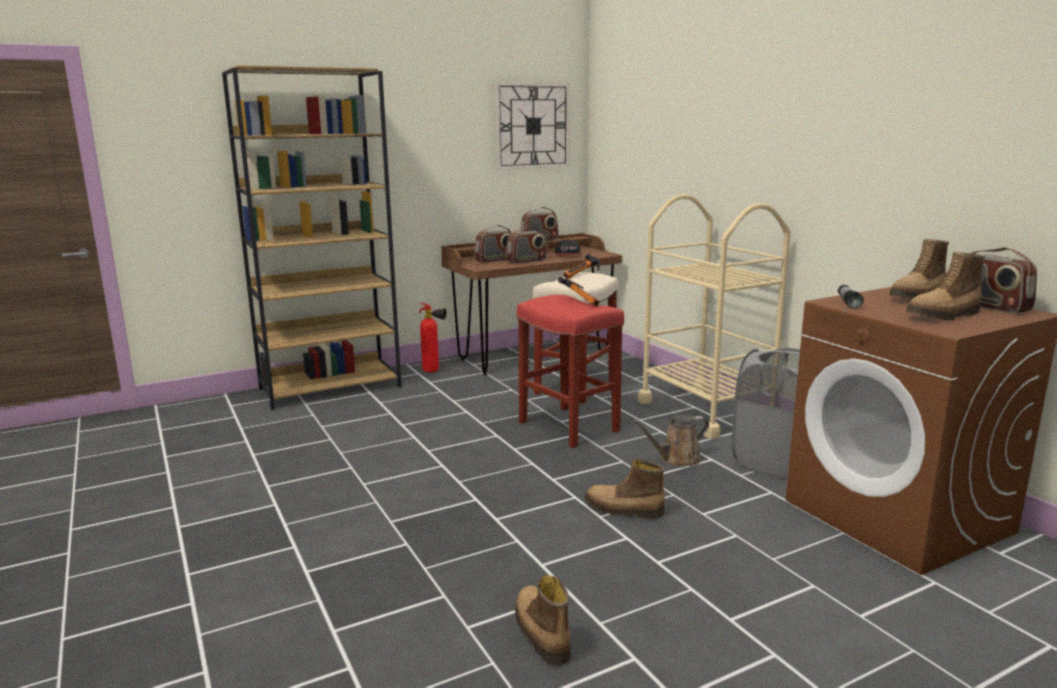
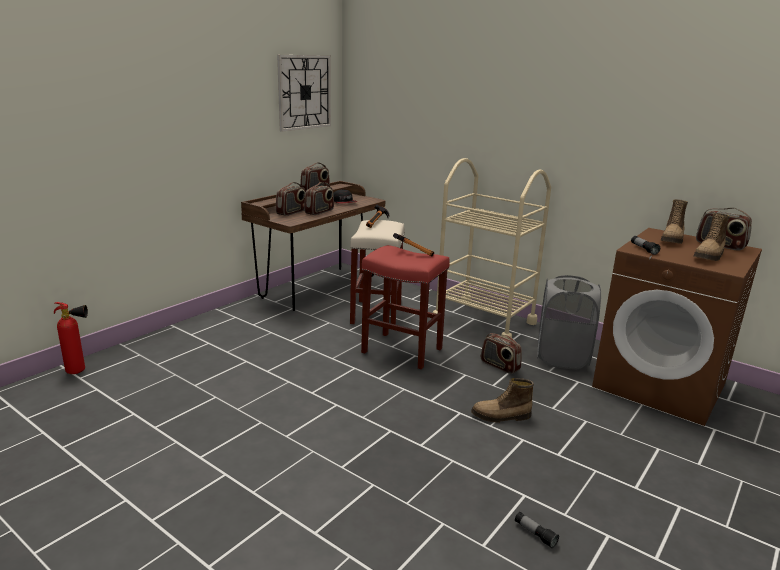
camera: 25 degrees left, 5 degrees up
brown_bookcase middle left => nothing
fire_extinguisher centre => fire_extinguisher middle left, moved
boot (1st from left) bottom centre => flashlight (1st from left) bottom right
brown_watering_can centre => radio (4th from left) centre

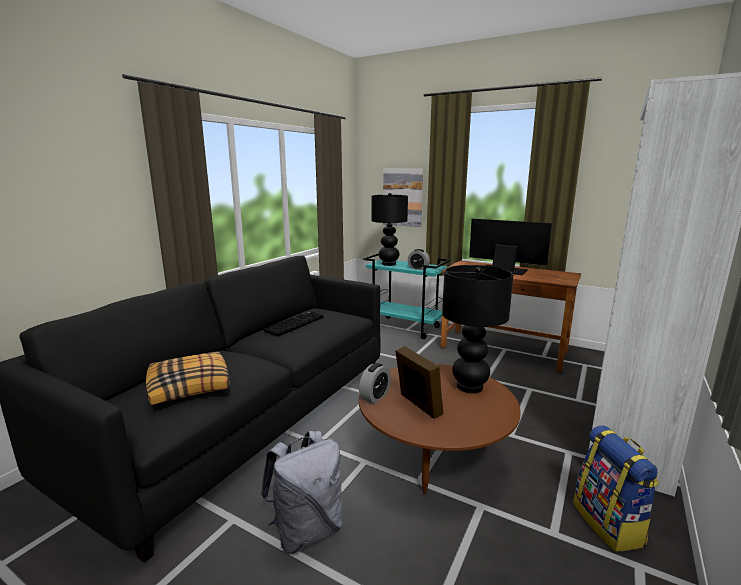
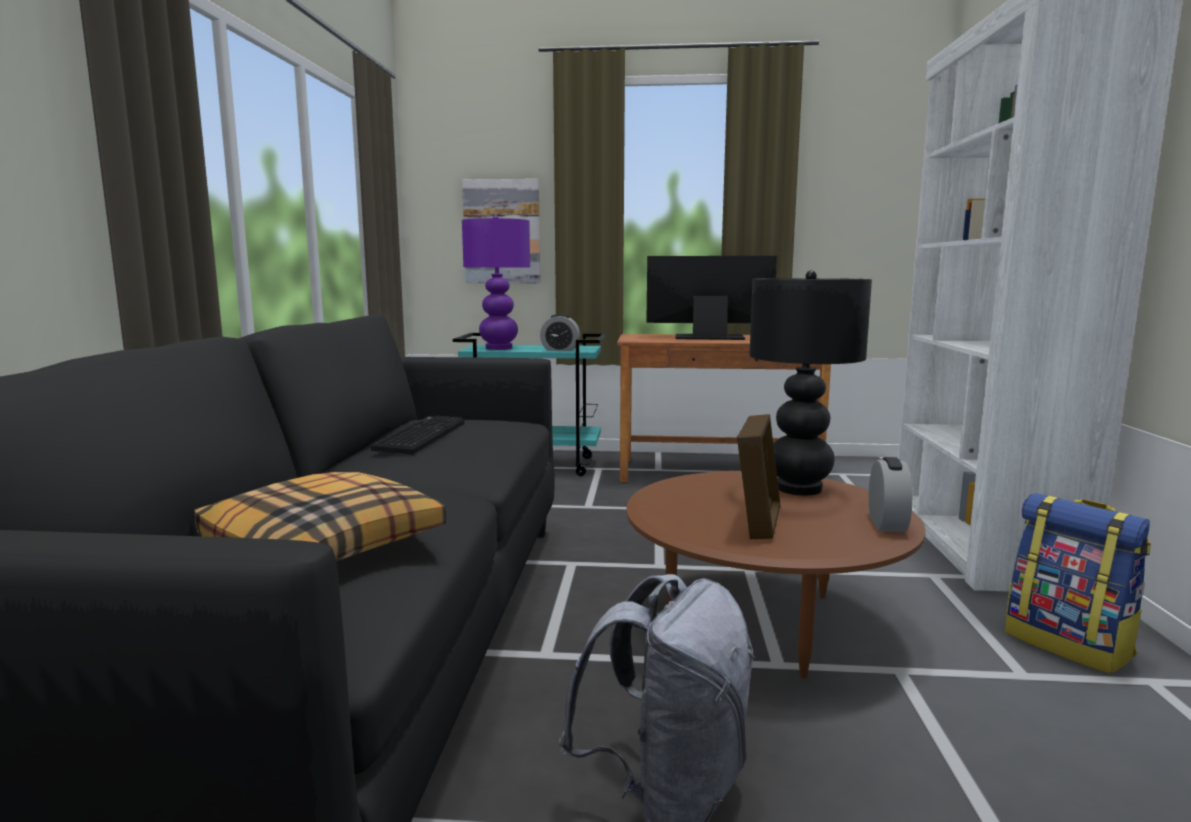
camera: 25 degrees left, 5 degrees down
alarm_clock (1st from left in the first image) centre => alarm_clock (2nd from left) middle right, moved
black_table_lamp (1st from left) centre => purple_table_lamp centre
picture_frame centre, 75 degrees clockwise

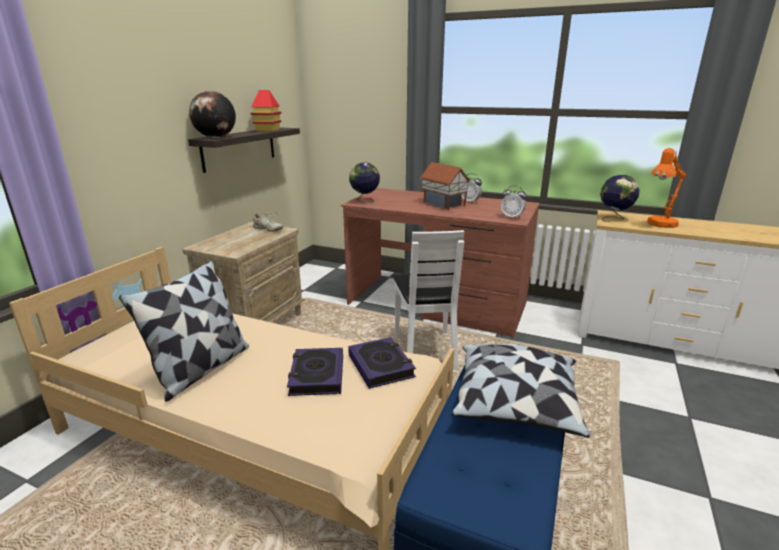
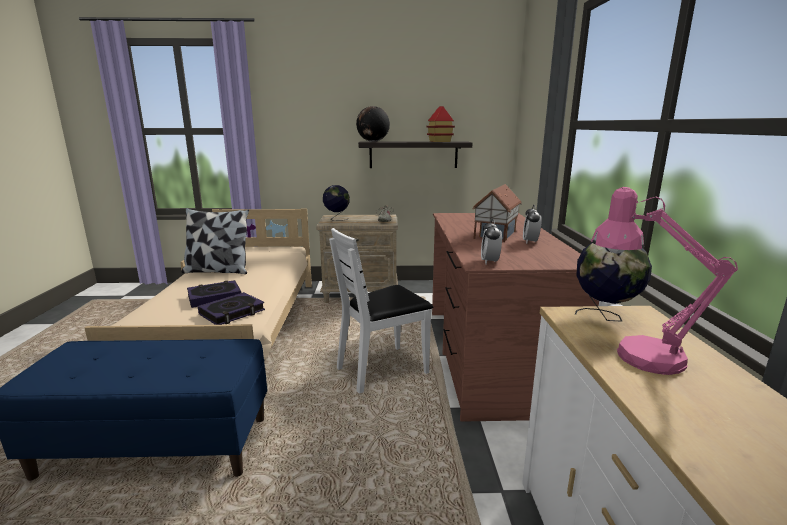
camera: 65 degrees right, 5 degrees down
pillow (2nd from left) bottom right => nothing
globe (2nd from left in the first image) top centre => globe (1st from left) centre, moved
orange_table_lamp middle right => pink_table_lamp middle right

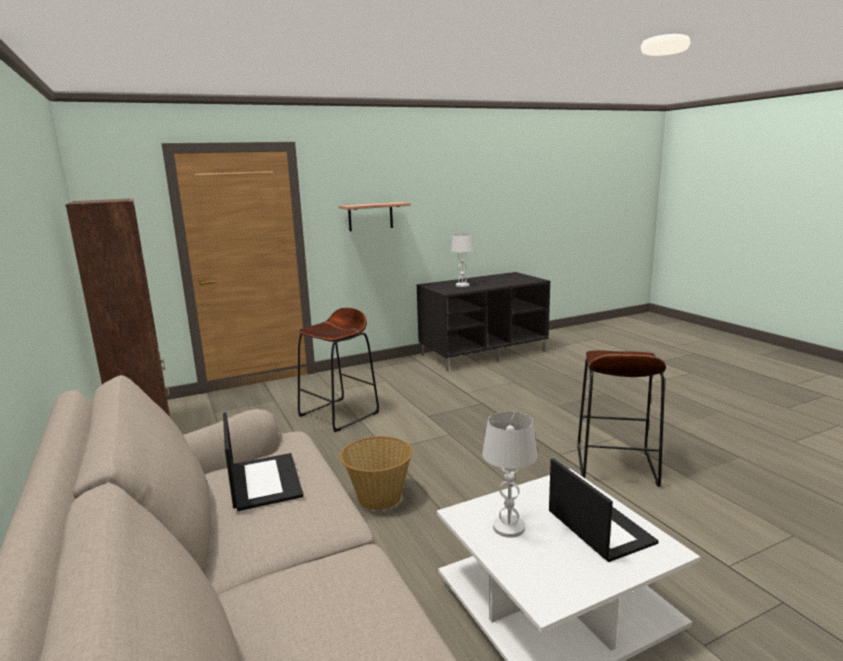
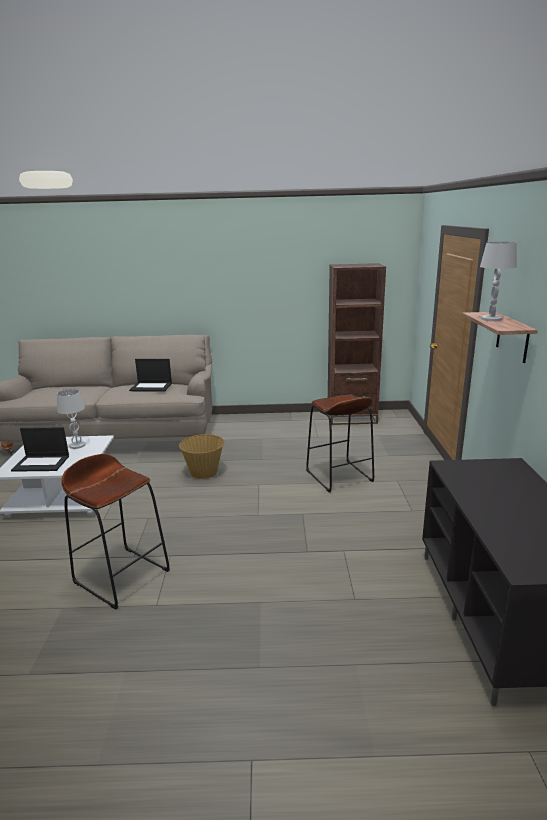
camera: 115 degrees right, 5 degrees up
white_table_lamp (1st from left in the first image) centre => white_table_lamp (2nd from left) middle right, moved

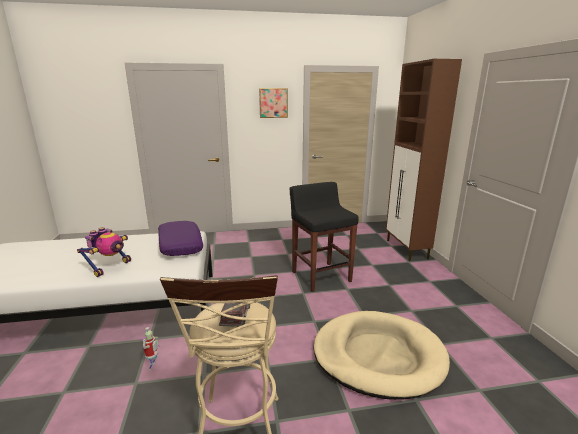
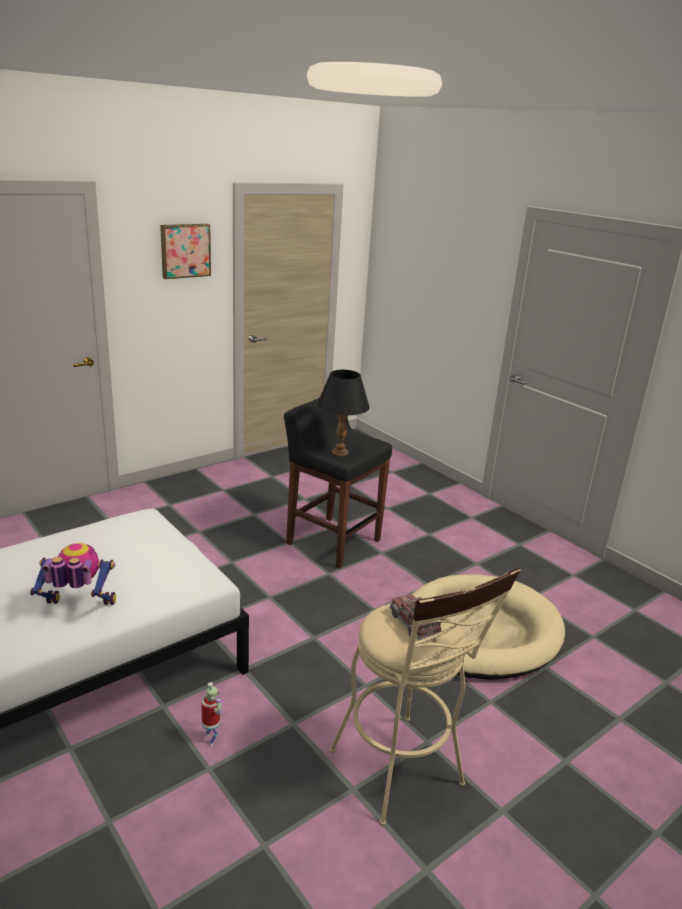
camera: 30 degrees left, 5 degrees up
purple_pillow middle left => nothing
brown_cabinet middle right => nothing
nothing => black_table_lamp centre
toy_robot (1st from left) middle left, 90 degrees counterclockwise

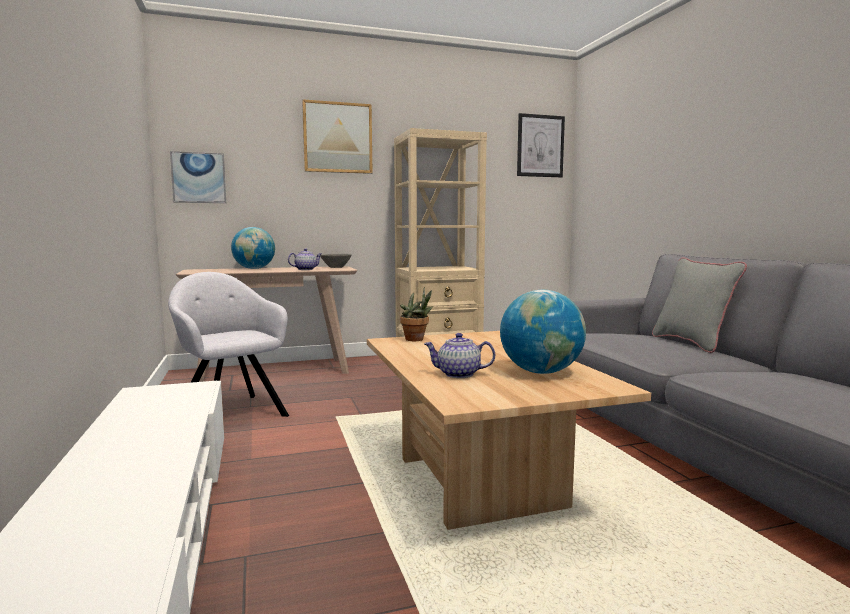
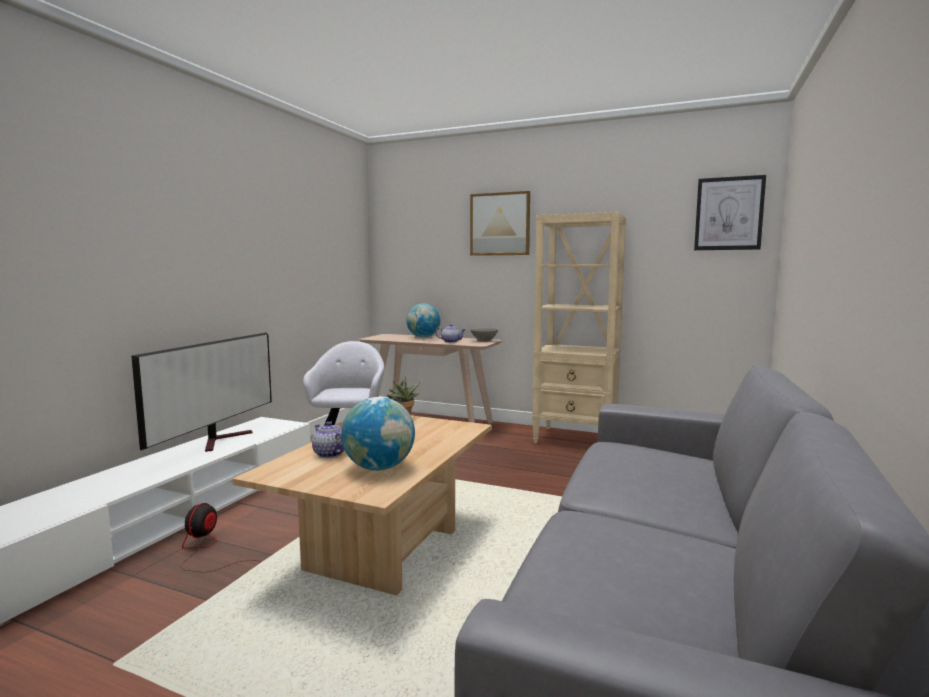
camera: 40 degrees right, 0 degrees up
picture (1st from left) top left => nothing
grey_pillow middle right => nothing
nothing => television middle left
nothing => fan bottom left

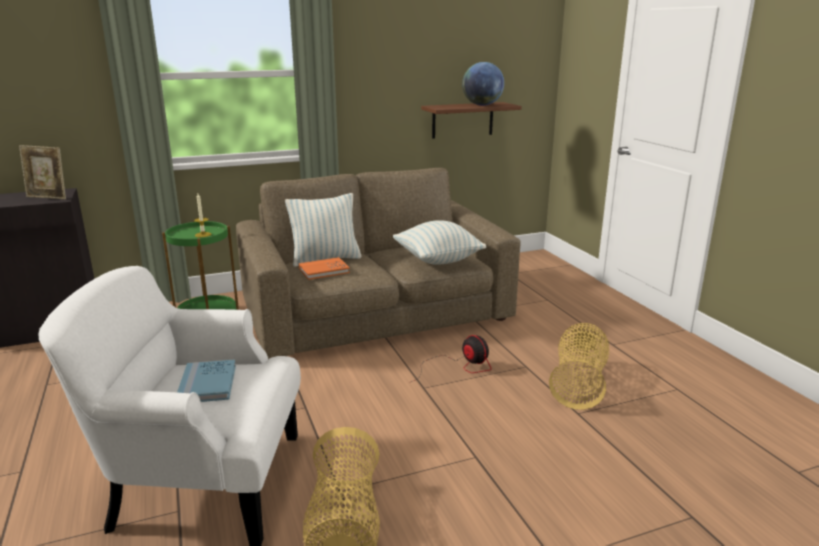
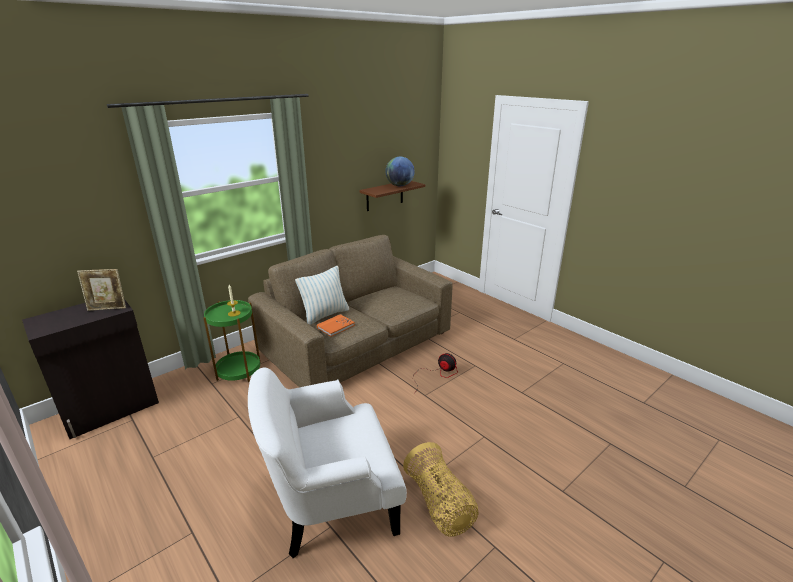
camera: 20 degrees left, 5 degrees up
blue_book bottom left => nothing
pillow (2nd from left) centre => nothing
basket (2nd from left) bottom right => nothing

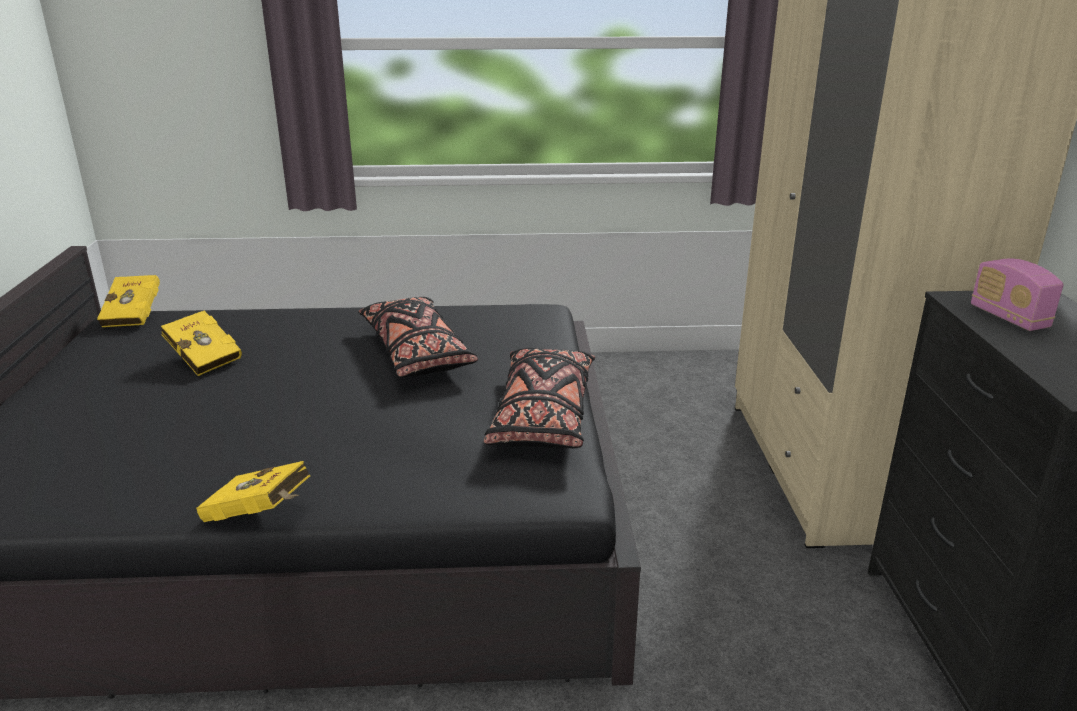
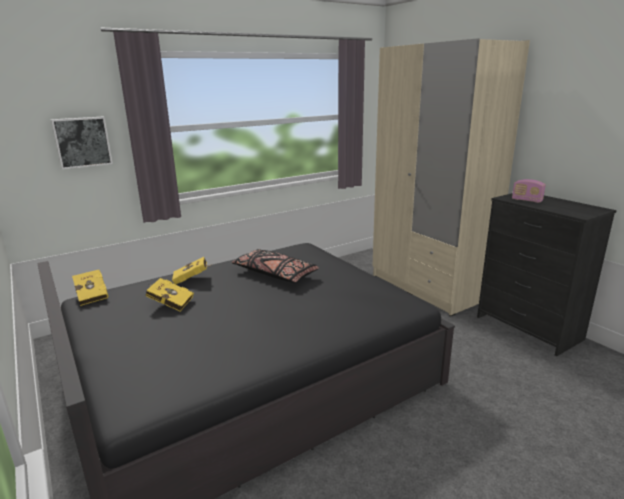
camera: 30 degrees left, 5 degrees down
black_pillow (2nd from left) centre => nothing
nothing => picture top left
yellow_book (3rd from left) bottom left => yellow_book (3rd from left) middle left, moved

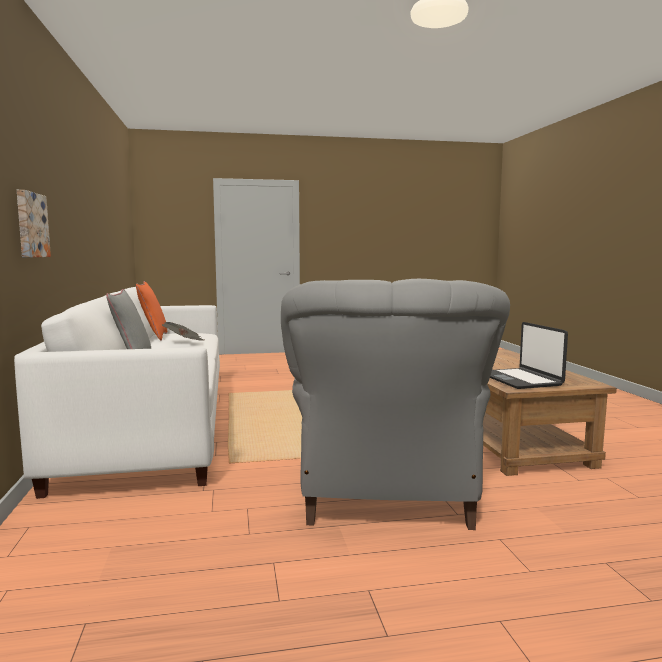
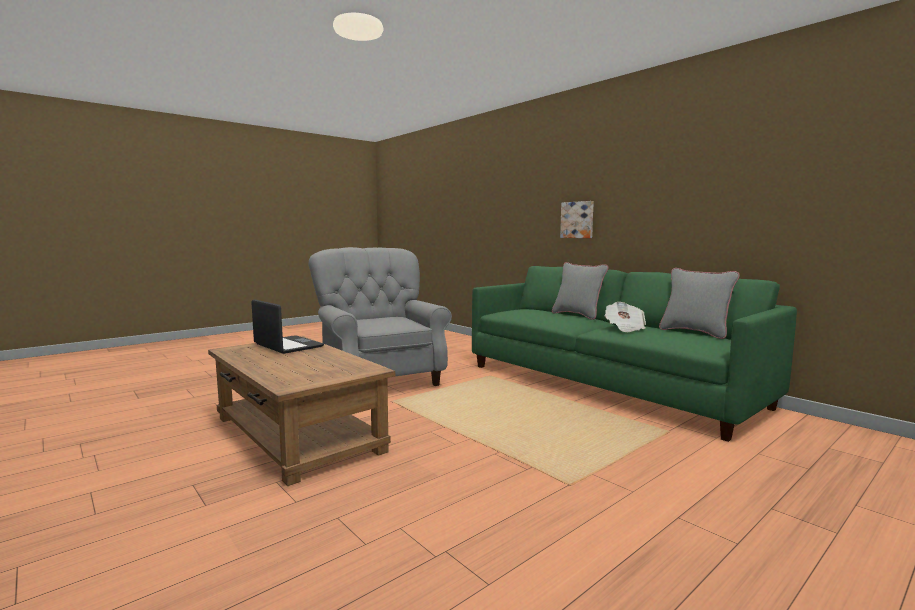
camera: 150 degrees right, 0 degrees up
white_sofa middle left => green_sofa middle right
orange_pillow middle left => grey_pillow (2nd from left) middle right

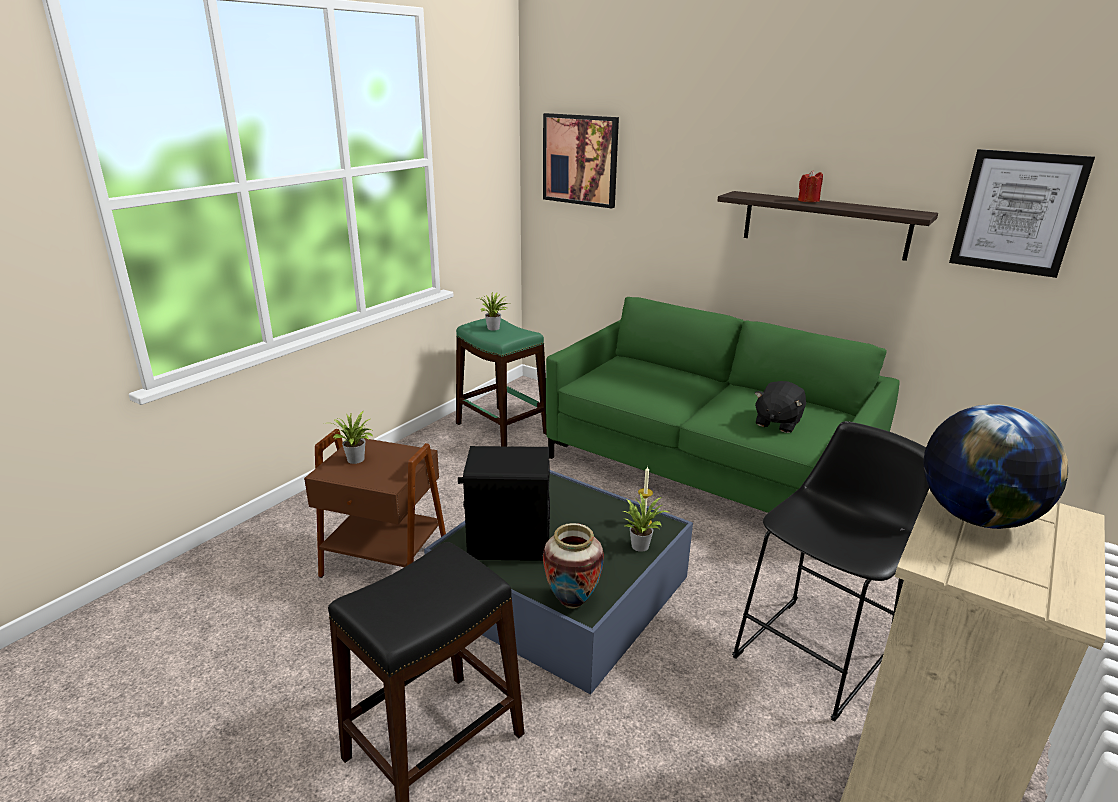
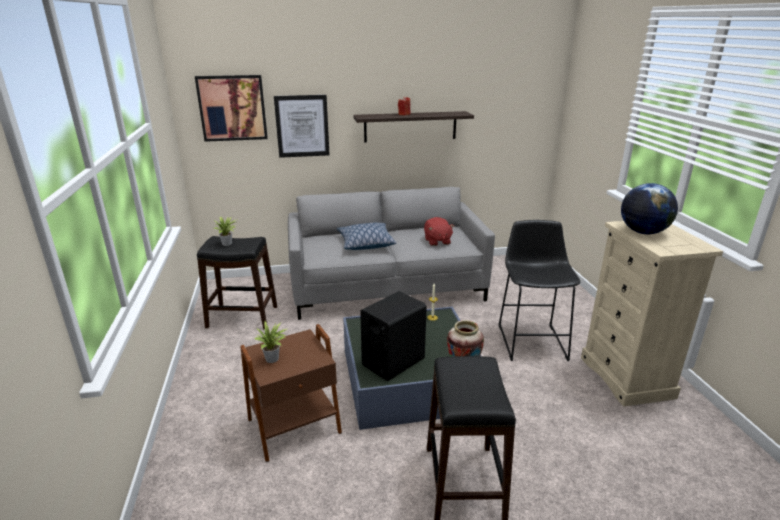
camera: 45 degrees left, 0 degrees up
potted_plant (3rd from left) centre => nothing
nothing => pillow centre
picture (2nd from left) top right => picture (2nd from left) top centre, moved
green_stool centre => black_stool (1st from left) middle left
green_sofa centre => grey_sofa centre
black_plush_toy middle right => red_plush_toy centre

